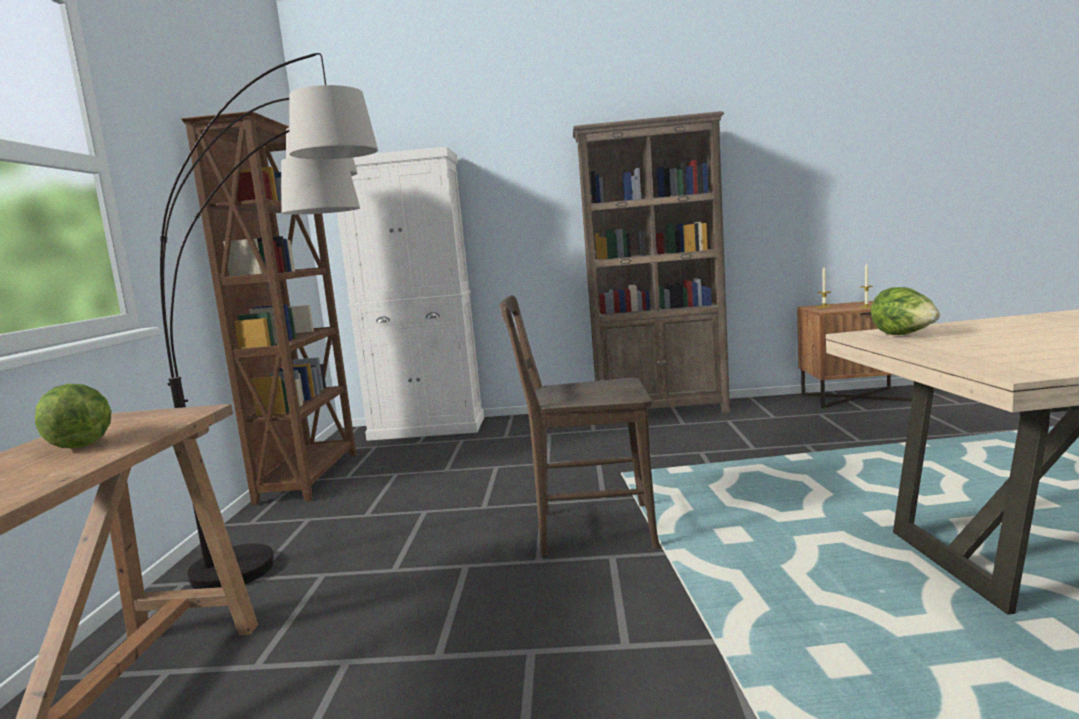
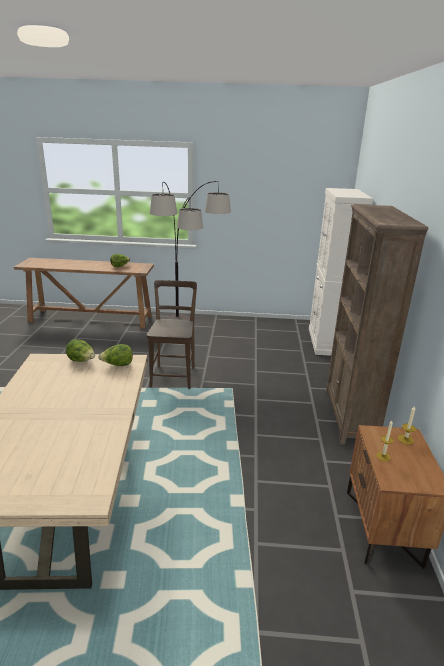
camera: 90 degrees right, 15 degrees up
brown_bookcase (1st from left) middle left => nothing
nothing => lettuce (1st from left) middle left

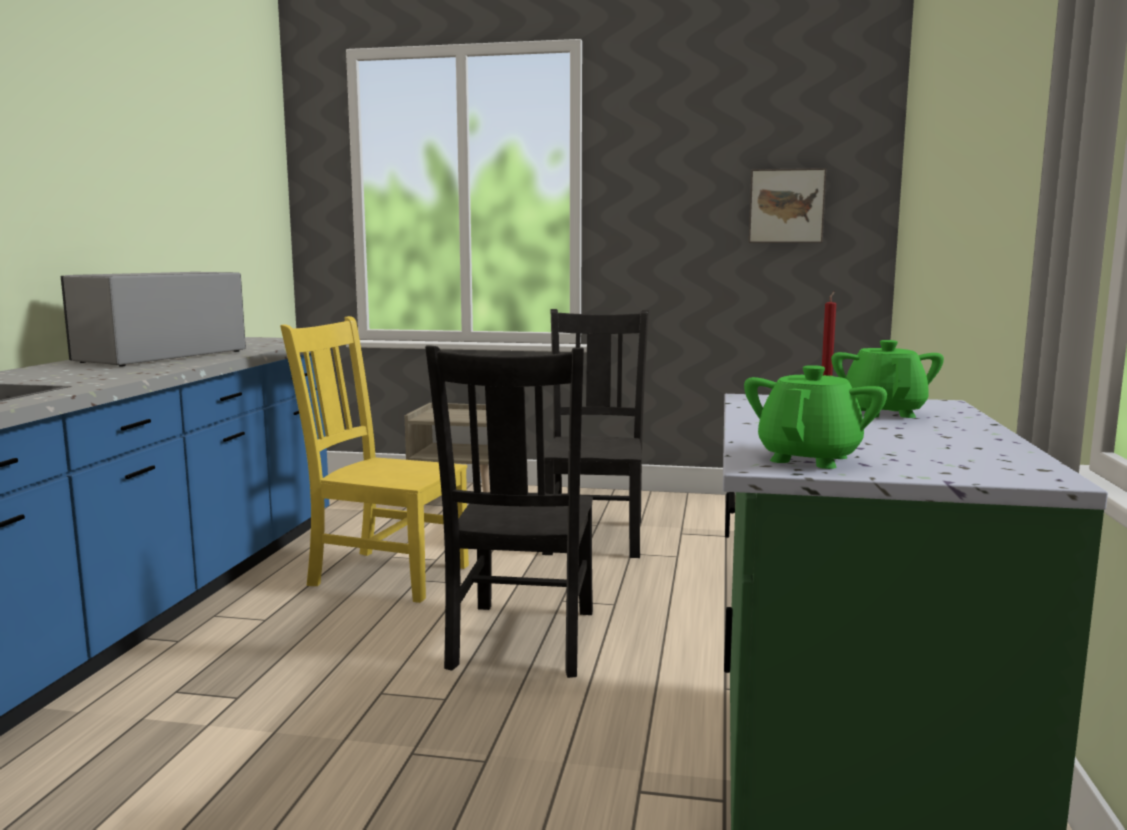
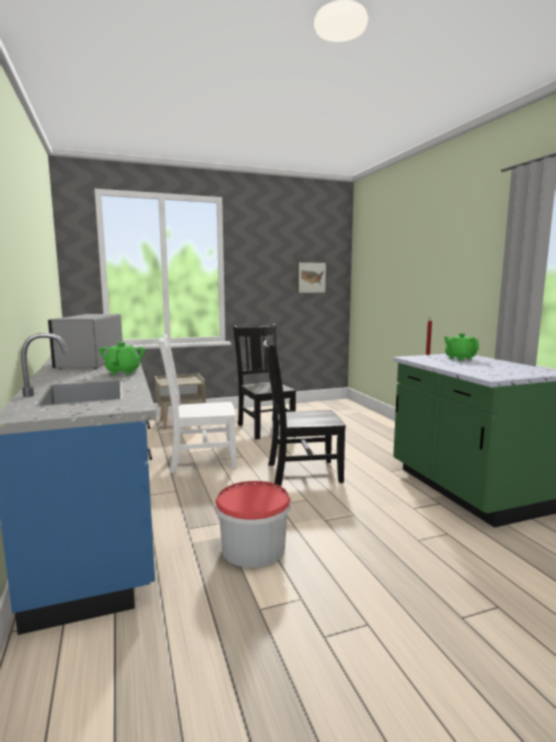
camera: 30 degrees left, 0 degrees up
nothing => bucket bottom centre
green_teapot (1st from left) middle right => green_teapot (1st from left) middle left, moved
yellow_chair middle left => white_chair centre
black_chair (1st from left in the first image) centre => black_chair (2nd from left) centre, 105 degrees clockwise

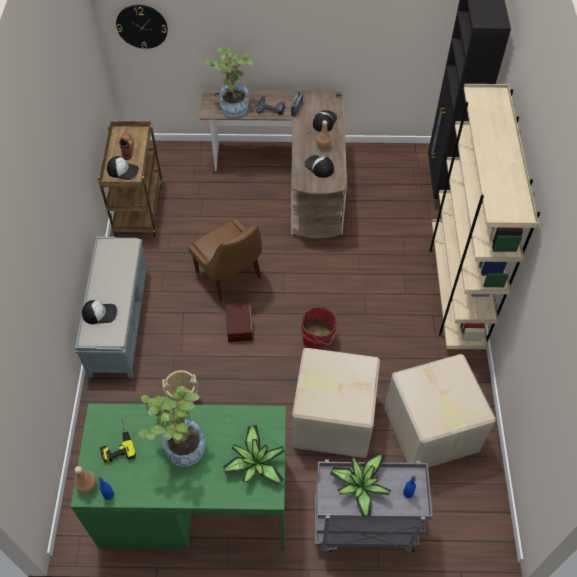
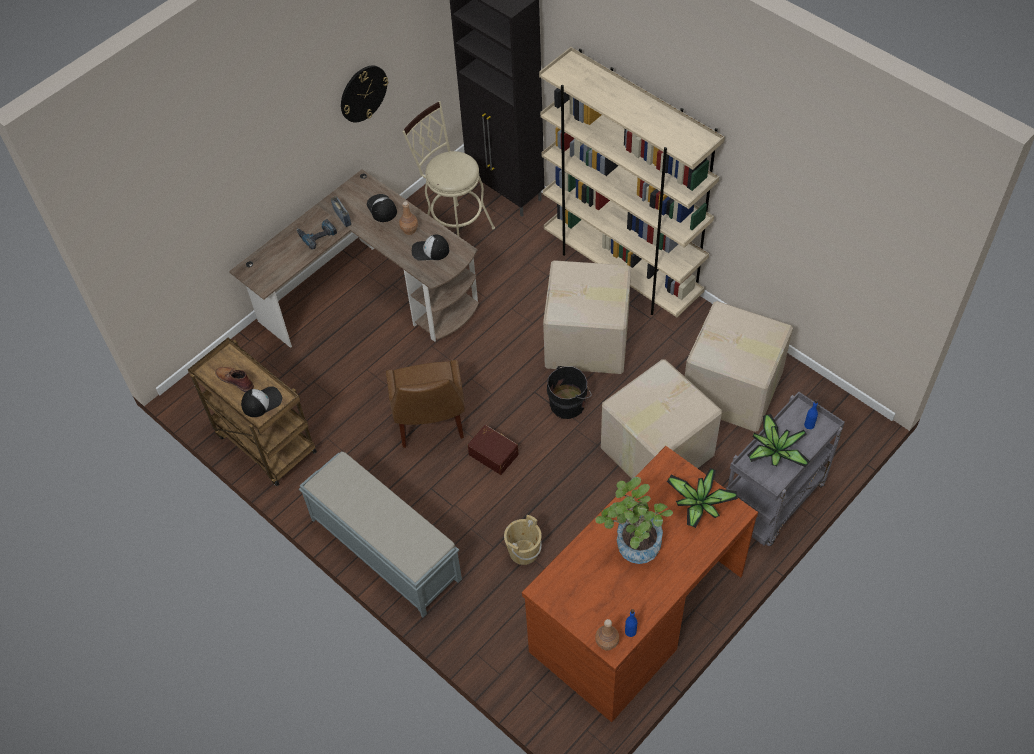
camera: 45 degrees left, 0 degrees up
cap (1st from left) middle left => nothing
power_drill (1st from left) bottom left => nothing
potted_plant (2nd from left) top centre => nothing
nothing => beige_stool top centre
nothing => cardboard_box (1st from left) centre
wall_clock top left => wall_clock top centre, moved
green_desk bottom left => brown_desk (2nd from left) bottom centre
red_bucket centre => black_bucket centre
brown_chair centre, 75 degrees clockwise

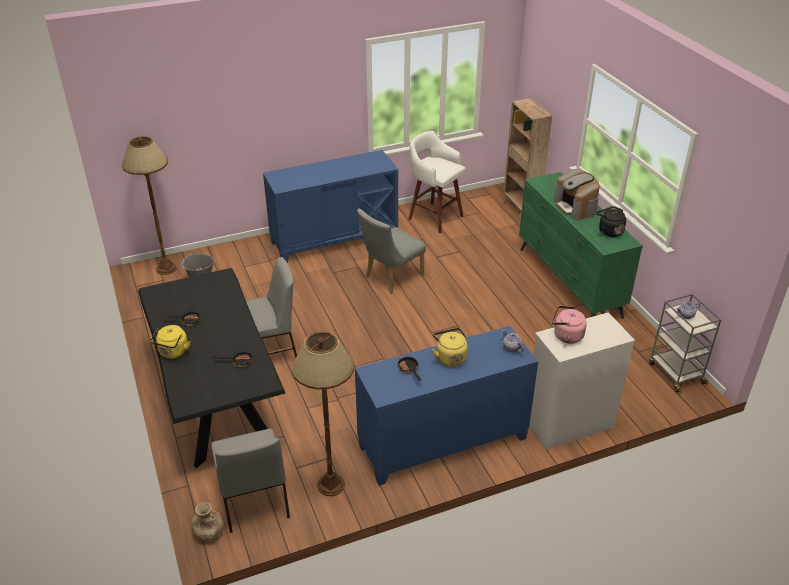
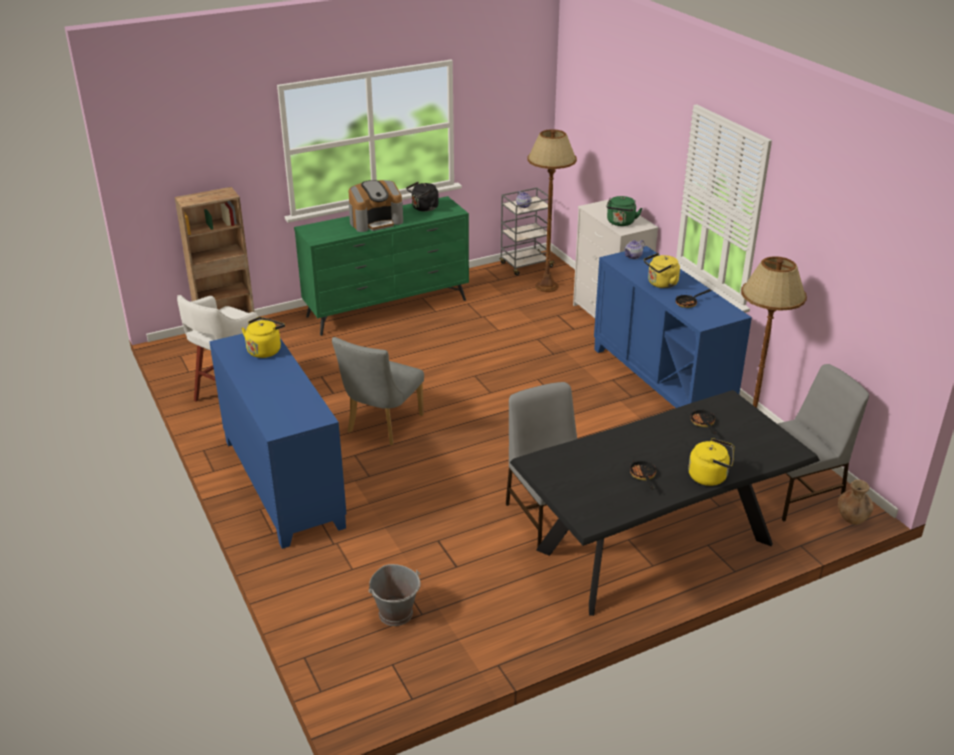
camera: 95 degrees left, 5 degrees down
nothing => yellow_kettle (1st from left) middle left
brown_floor_lamp (1st from left) middle left => brown_floor_lamp (1st from left) top centre, moved
pink_kettle middle right => green_kettle top centre
grey_chair (3rd from left in the first image) centre => grey_chair (1st from left) centre, 75 degrees clockwise

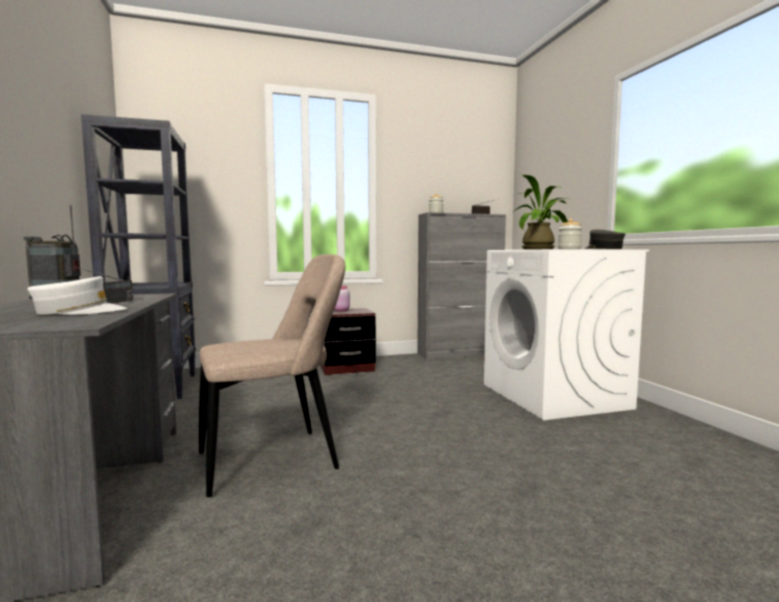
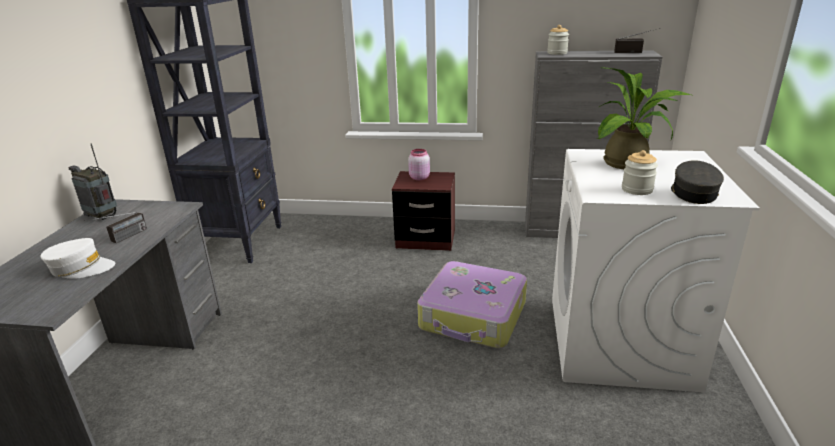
camera: 25 degrees right, 20 degrees up
beige_chair centre => nothing
nothing => suitcase bottom centre

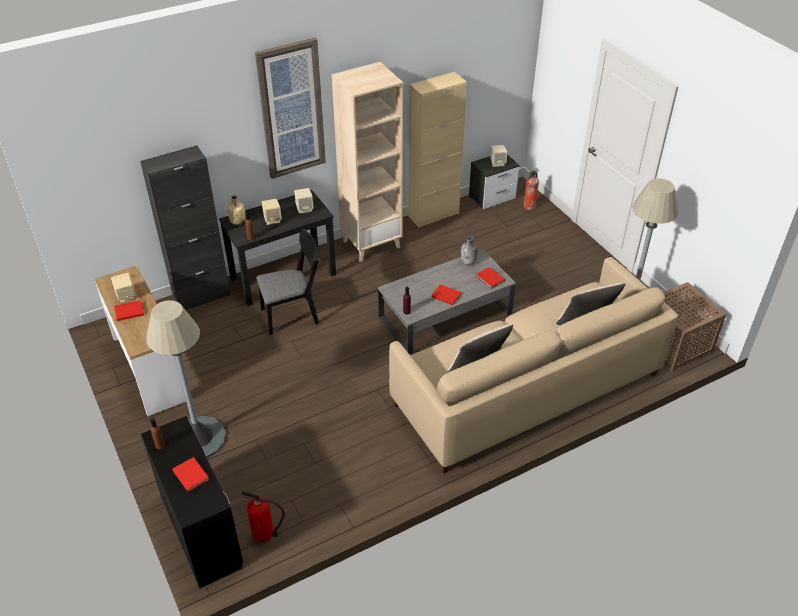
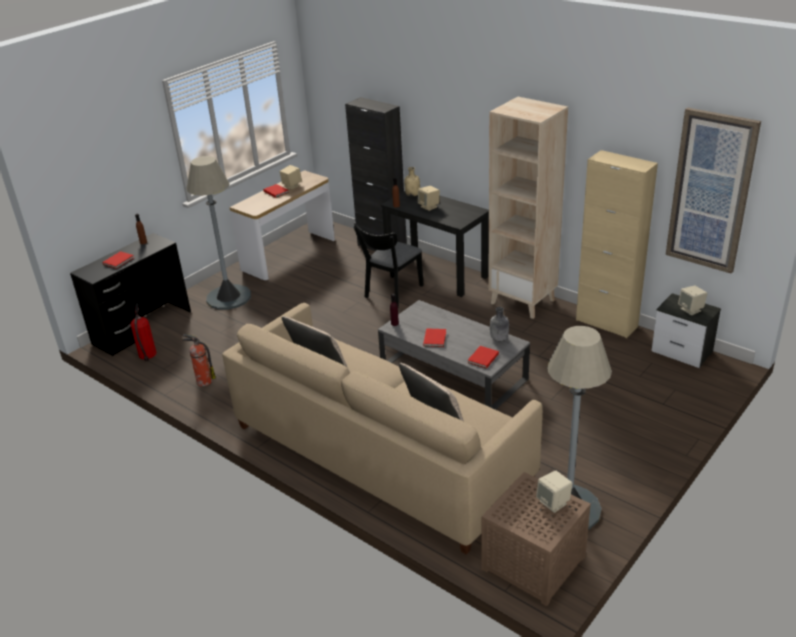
camera: 70 degrees right, 10 degrees down
picture top centre => picture top right, moved
beige_speaker (3rd from left) top centre => beige_speaker (3rd from left) bottom right, moved
fire_extinguisher (2nd from left) top centre => fire_extinguisher (2nd from left) middle left, moved
black_chair centre, 75 degrees clockwise

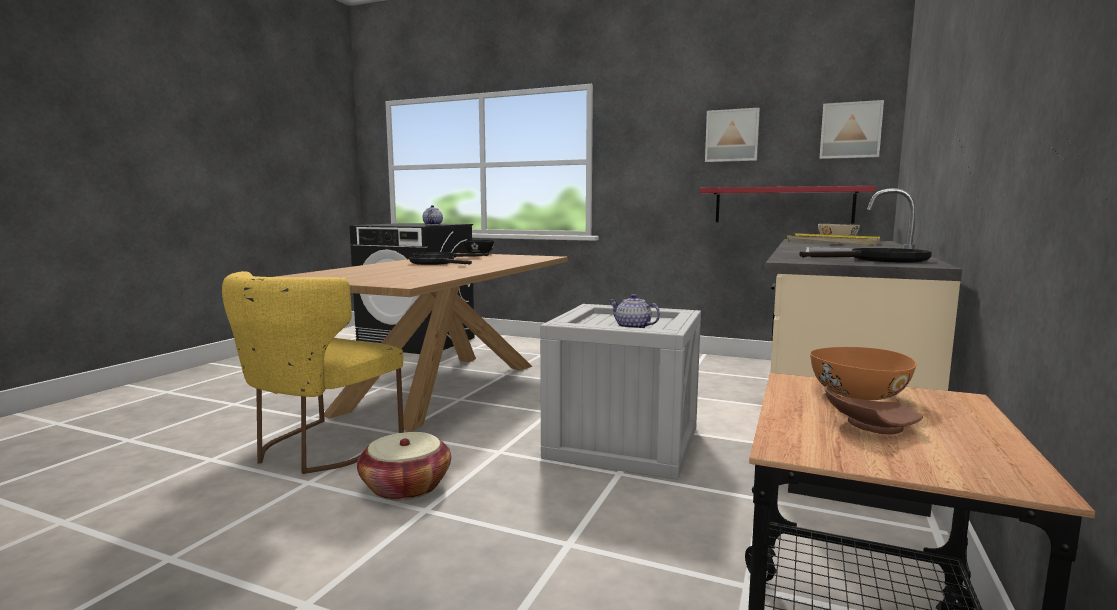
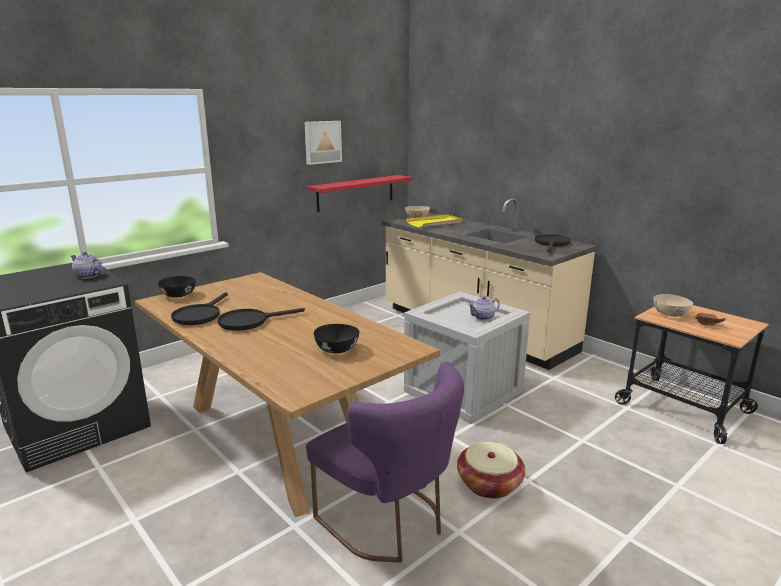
camera: 65 degrees left, 10 degrees up
picture (2nd from left) top right => nothing
nothing => black_bowl (2nd from left) centre
yellow_chair middle left => purple_chair bottom centre
orange_bowl middle right => beige_bowl (2nd from left) middle right

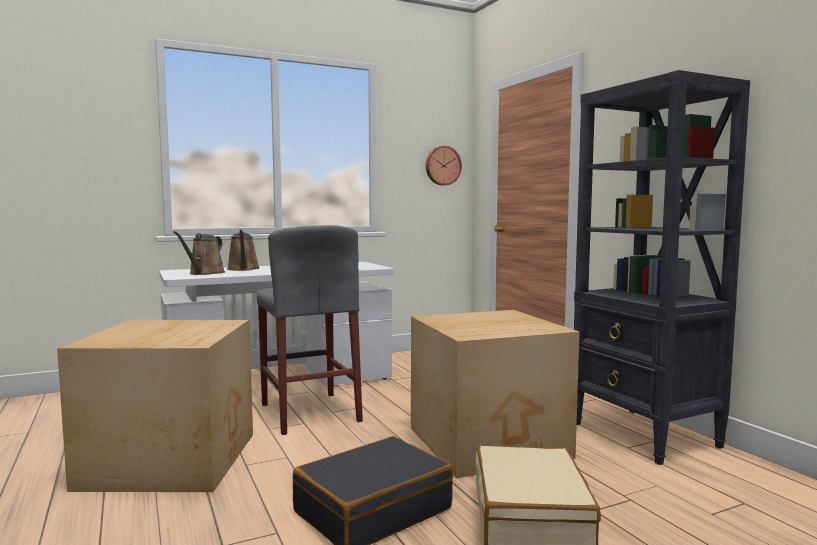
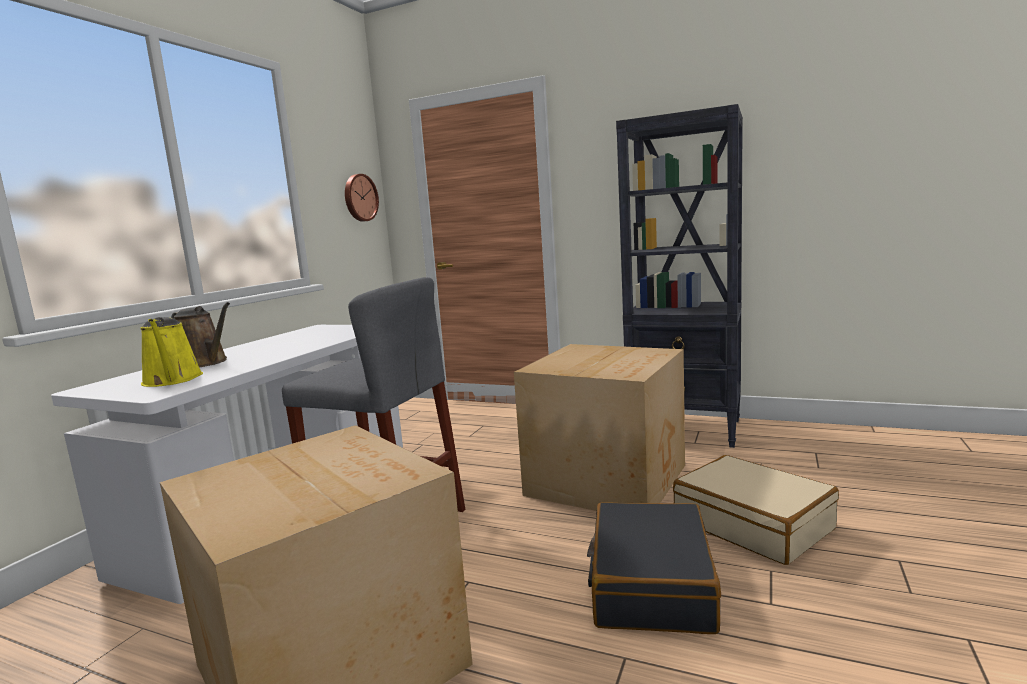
camera: 40 degrees left, 5 degrees up
brown_watering_can (1st from left) middle left => yellow_watering_can middle left

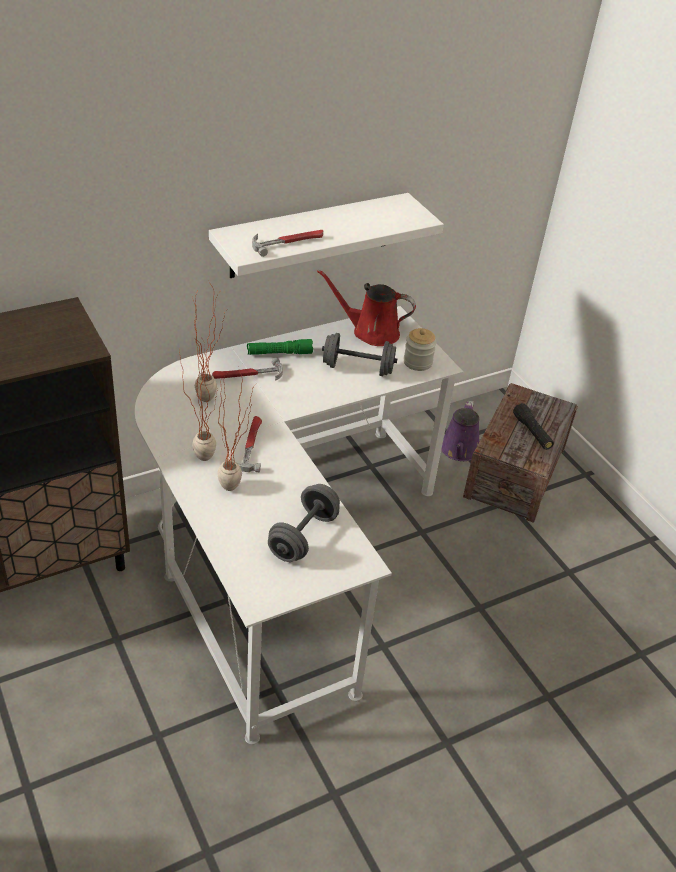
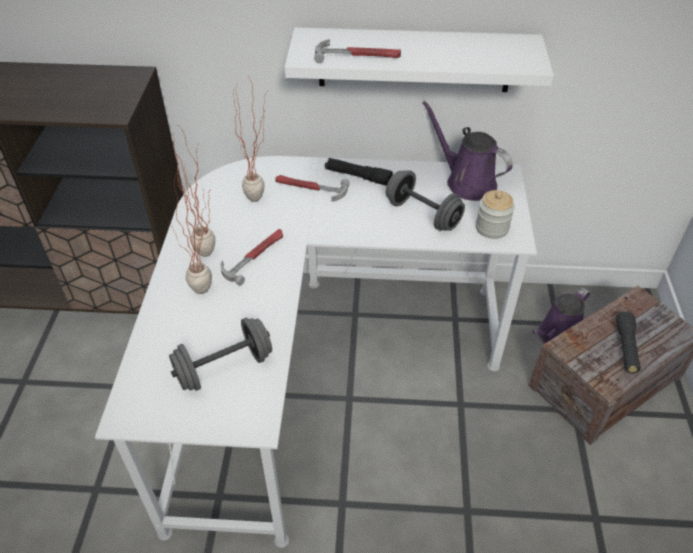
camera: 35 degrees right, 5 degrees up
green_flashlight centre => black_flashlight (1st from left) top centre
red_watering_can centre => purple_watering_can (1st from left) top right

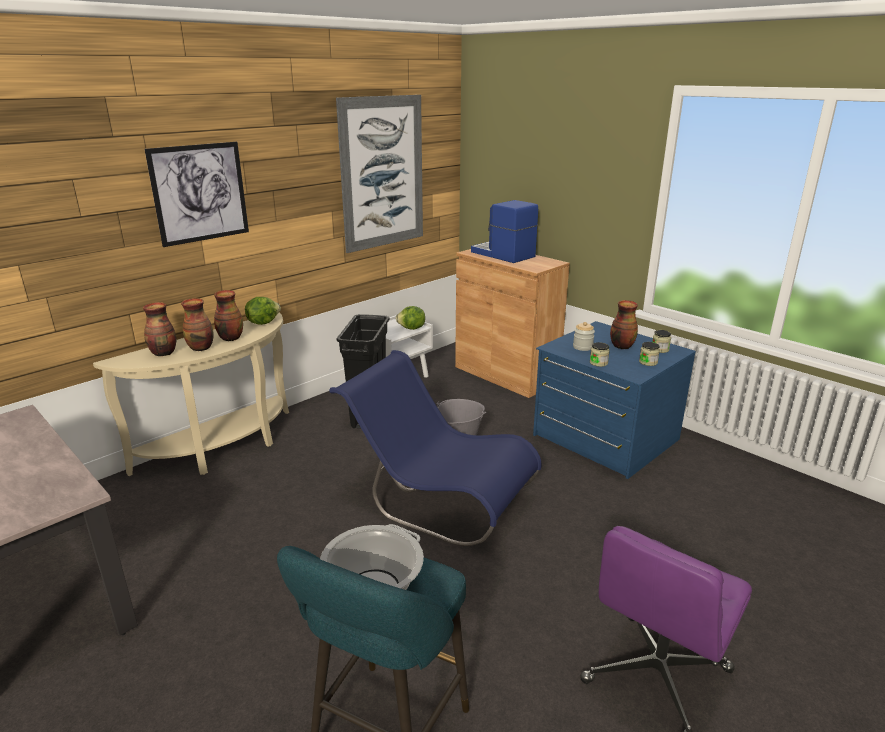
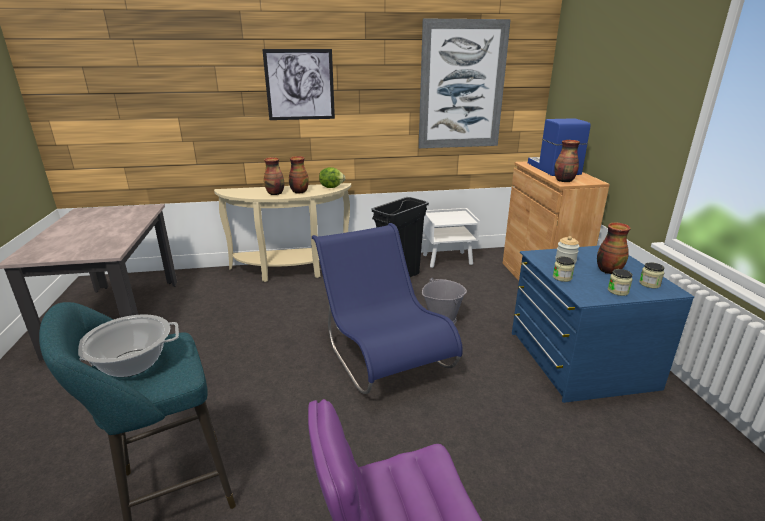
camera: 35 degrees right, 0 degrees up
lettuce (2nd from left) centre => nothing
vase (1st from left in the first image) middle left => vase (3rd from left) top right, moved

